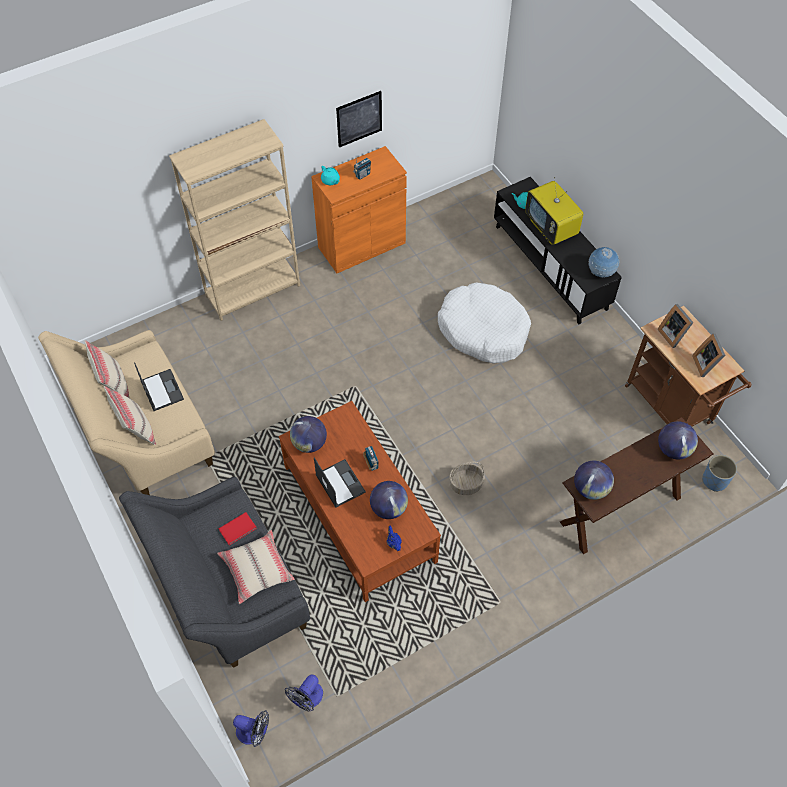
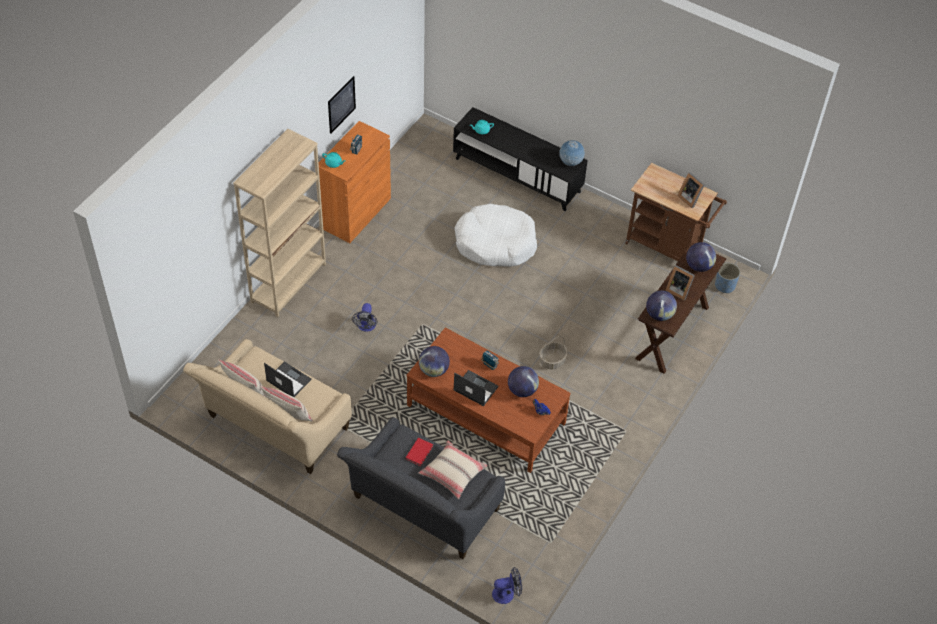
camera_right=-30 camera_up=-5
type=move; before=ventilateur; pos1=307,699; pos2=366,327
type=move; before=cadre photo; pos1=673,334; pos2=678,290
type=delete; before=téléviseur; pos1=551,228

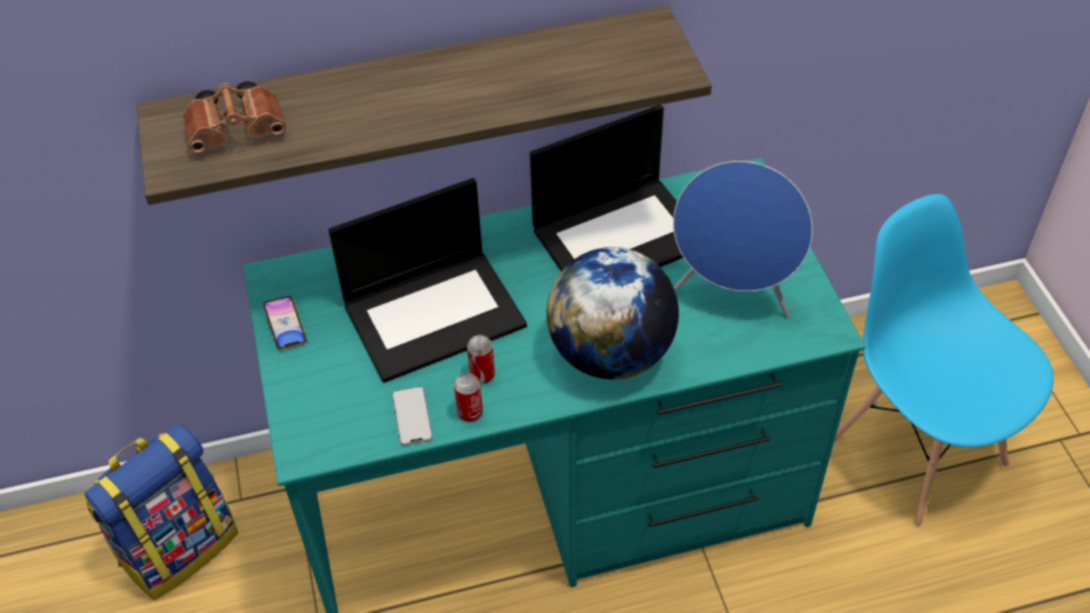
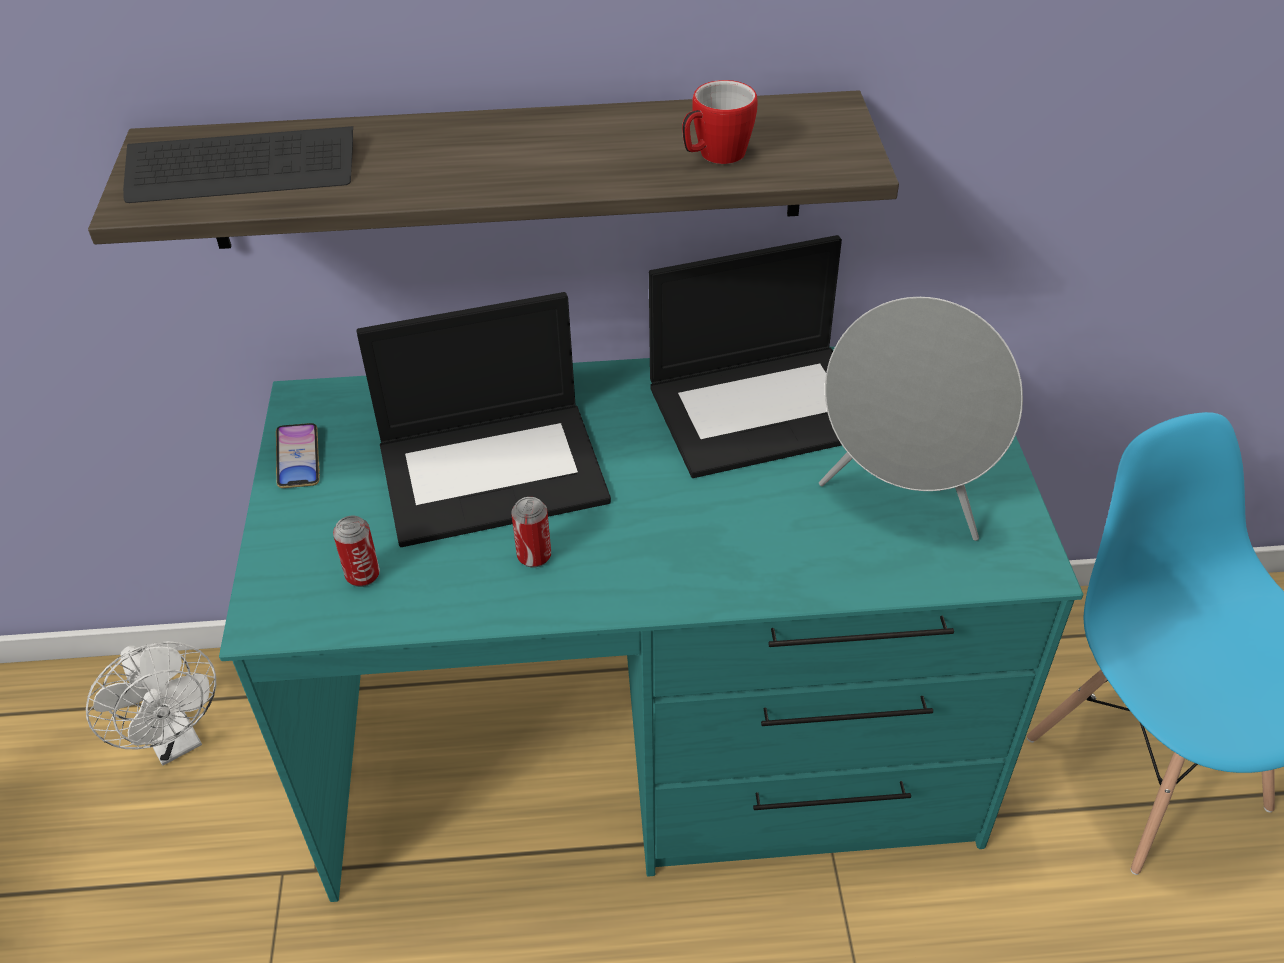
camera_right=10 camera_up=-5
type=replace; before=sac à dos; after=ventilateur (blanc); pos1=179,546; pos2=176,740
type=replace; before=jumelles (marron); after=clavier; pos1=239,130; pos2=242,170
type=move; before=boîte métallique; pos1=470,412; pos2=363,575
type=insert; after=mug; pos2=715,156
type=recolor; before=enceinte (bleu); after=enceinte (gris); pos1=733,294; pos2=903,500
type=delete; before=téléphone; pos1=412,416
type=delete; before=globe; pos1=611,353

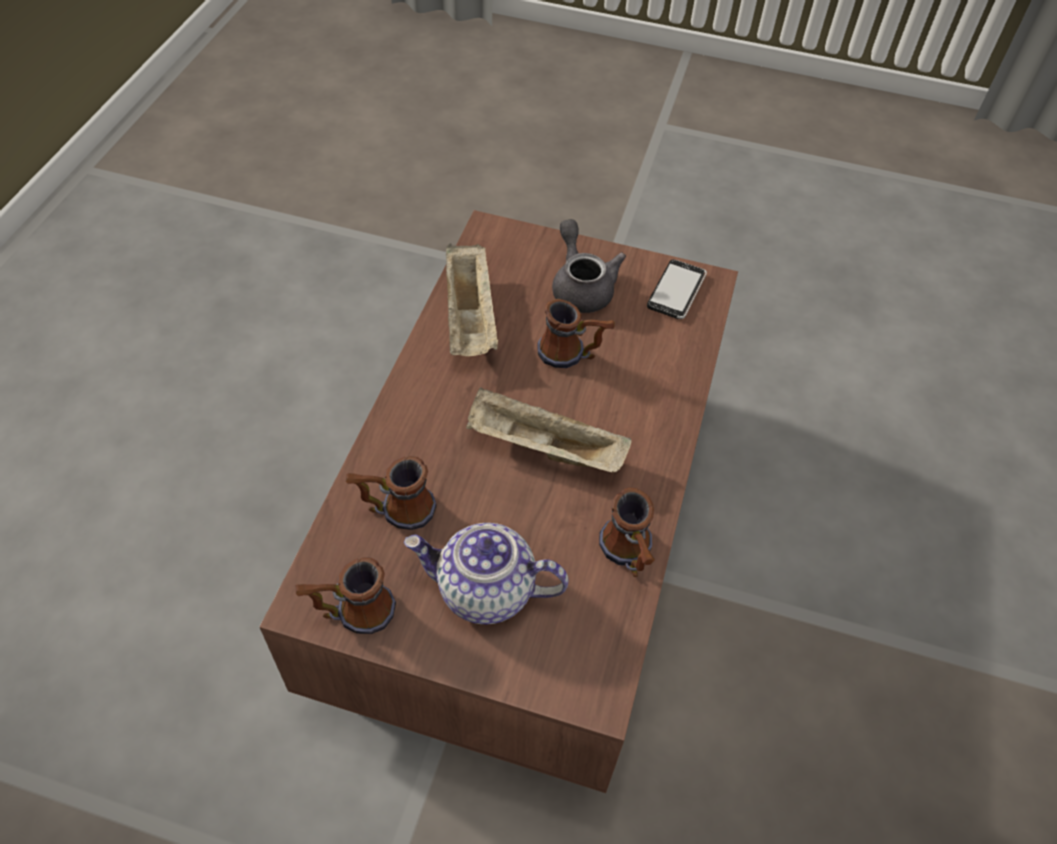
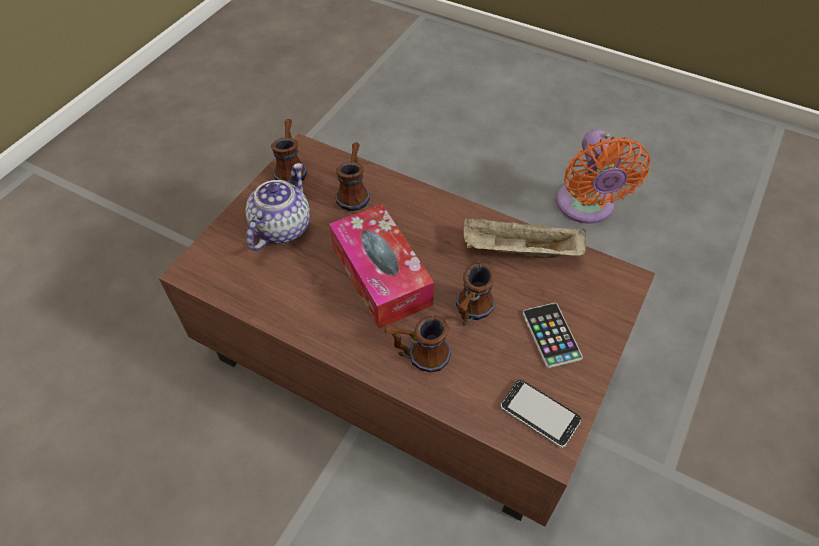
camera_right=105 camera_up=0
type=replace; before=plateau (beige); after=boîte à mouchoirs; pos1=542,449; pos2=381,275
type=move; before=mug; pos1=628,556; pos2=418,355
type=replace; before=théière (gris); after=téléphone; pos1=581,286; pos2=551,335
type=insert; after=ventilateur (orange); pos2=586,207

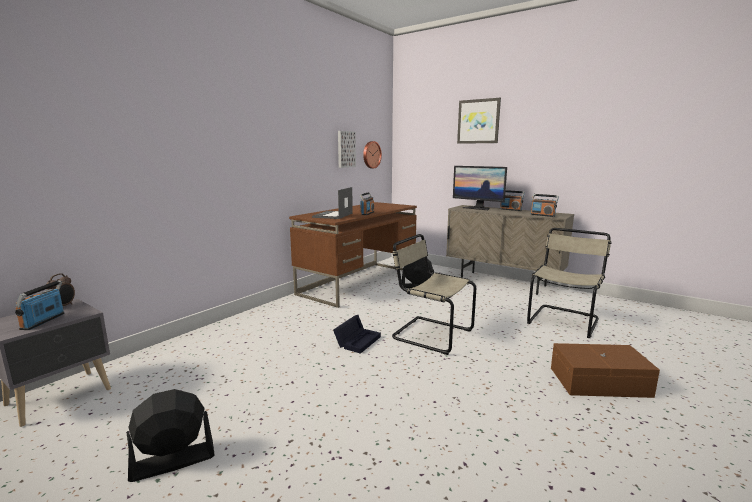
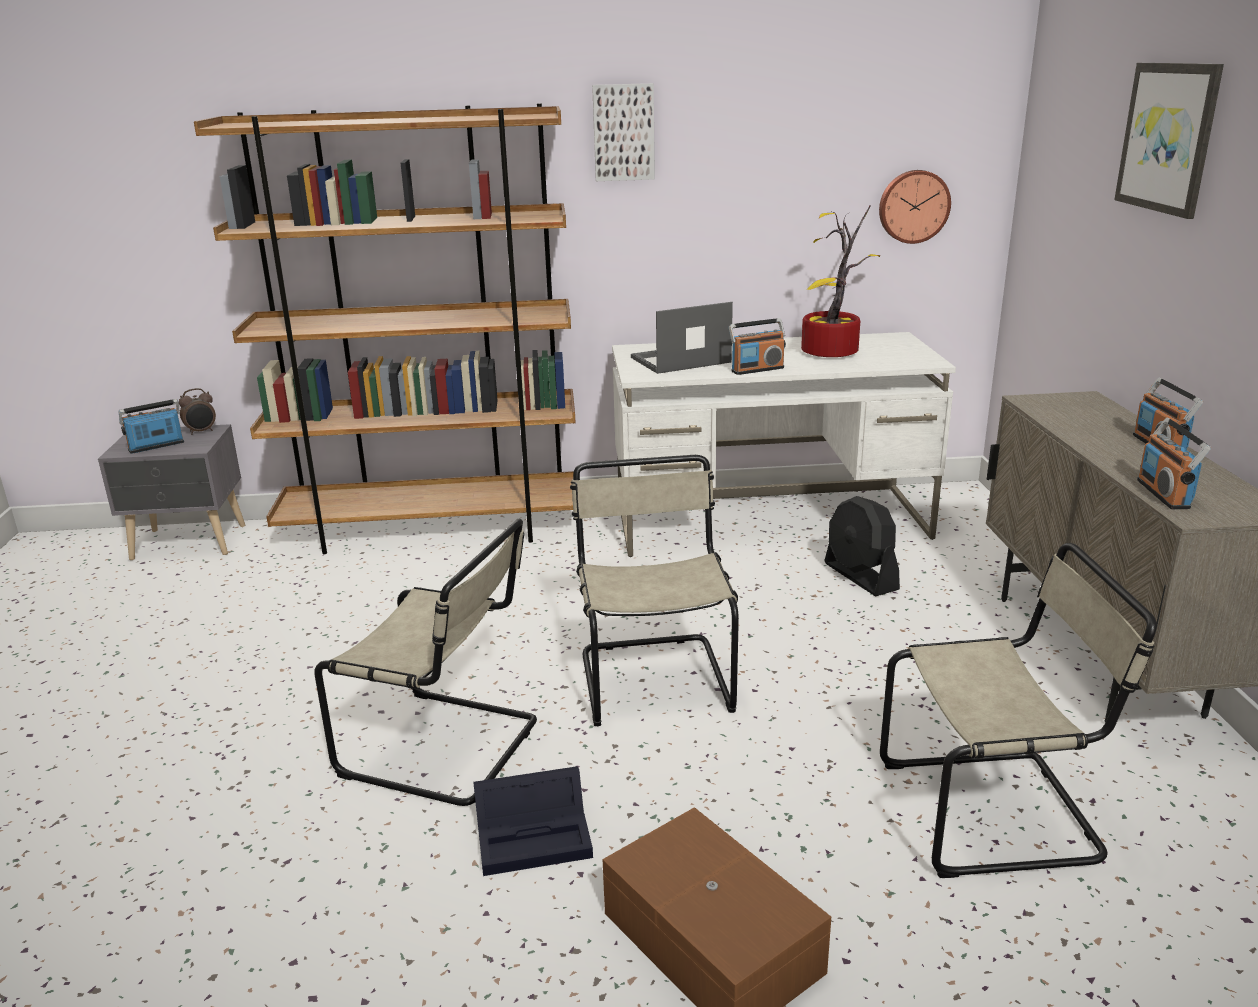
camera_right=50 camera_up=10
type=insert; after=bibliothèque (marron); pos2=433,529
type=insert; after=chaise (beige); pos2=447,748
type=move; before=boîte de rangement (noir); pos1=358,340; pos2=537,836
type=move; before=tableau; pos1=345,149; pos2=623,132
type=recolor; before=bureau (marron); after=bureau (blanc); pos1=360,282; pos2=771,521
type=insert; after=plante en pot; pos2=832,354
type=delete; before=ventilateur (noir); pos1=172,461
type=delete; before=écran d'ordinateur; pos1=478,208

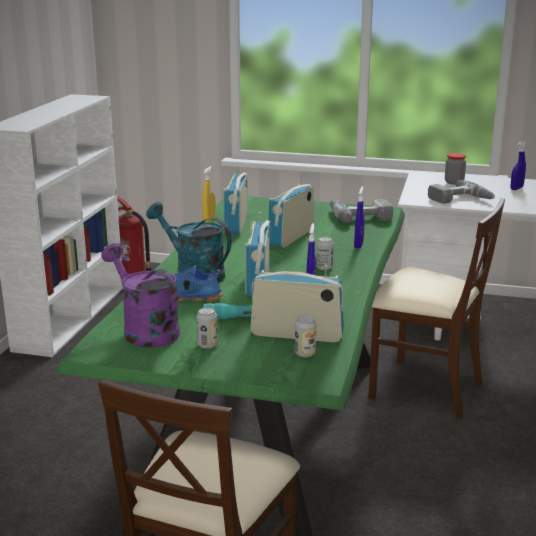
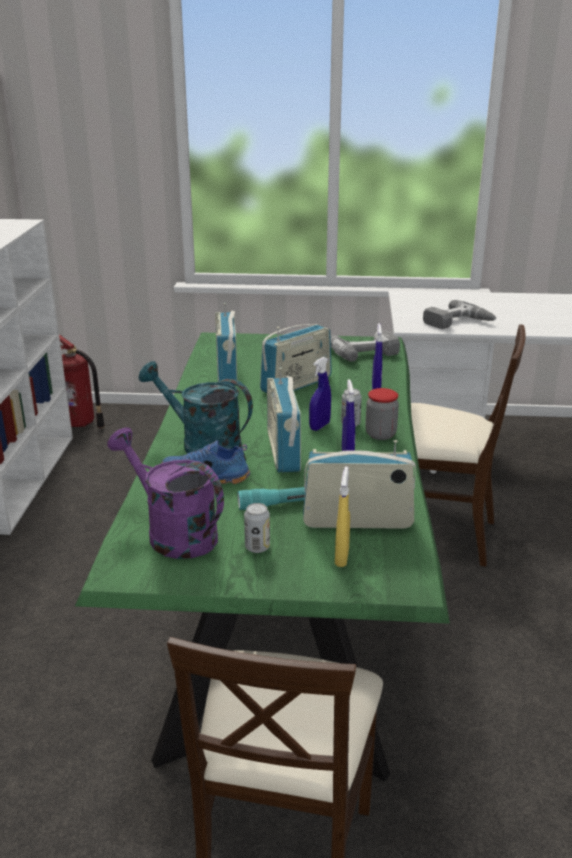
camera_right=-10 camera_up=5
type=rotate; before=radio; pos1=291,237; pos2=296,385; turn=-150
type=move; before=vaporisateur (bleu); pos1=516,188; pos2=319,426
type=move; before=vaporisateur (jaune); pos1=209,220; pos2=341,557
type=move; before=bocal; pos1=454,182; pos2=380,434
type=delete; before=boîte métallique; pos1=305,353

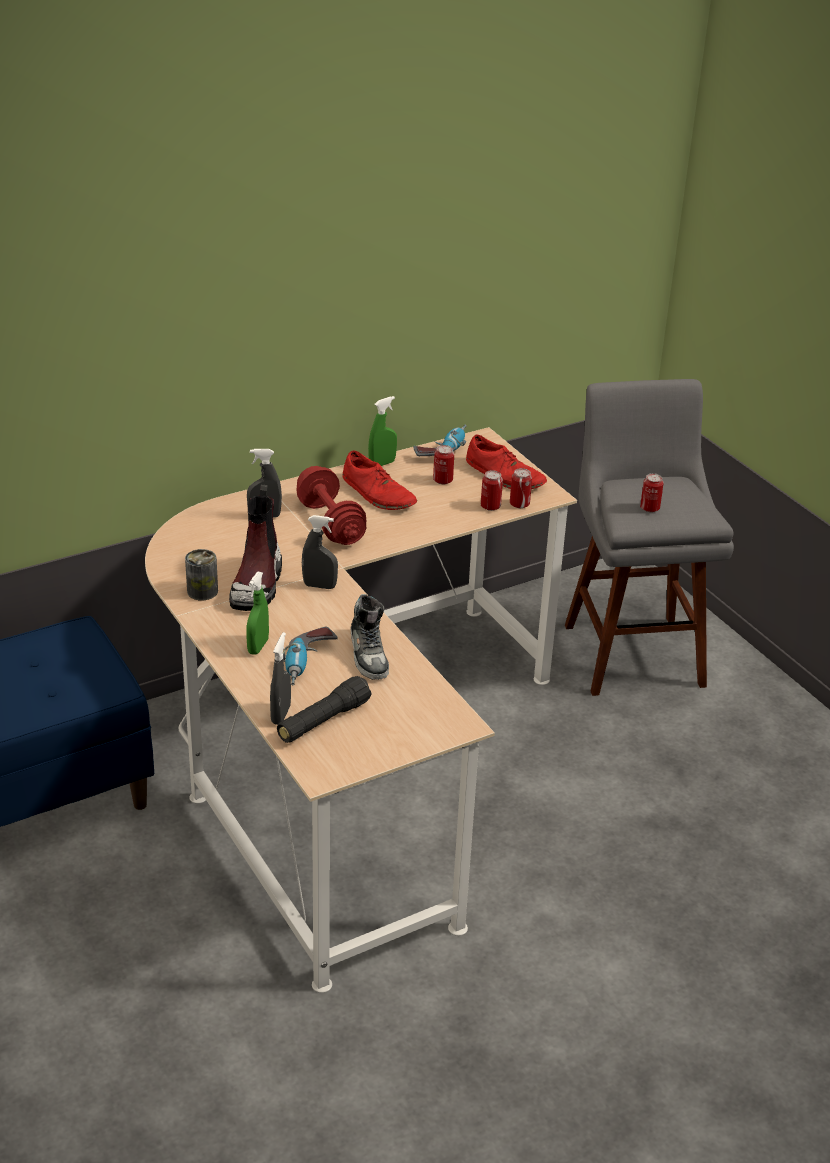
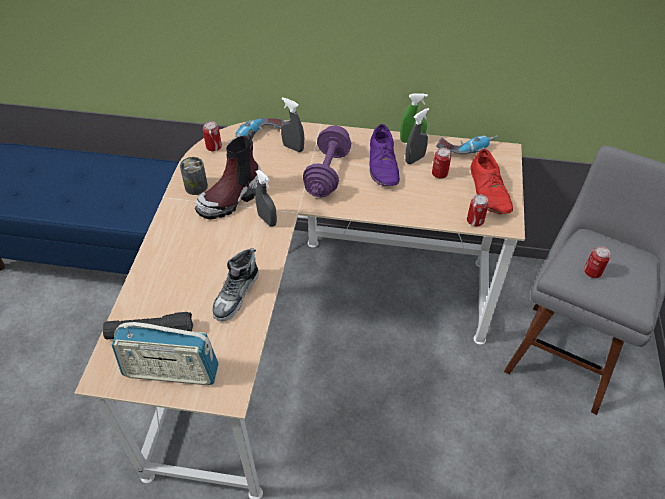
camera_right=40 camera_up=15
type=insert; after=radio; pos2=171,372
type=move; before=boîte métallique; pos1=490,506; pos2=214,147
type=move; before=perceuse; pos1=308,665; pos2=256,137
type=recolor; before=haltère (rouge); after=haltère (violet); pos1=330,523; pos2=327,173
type=recolor; before=chaussure (rouge); after=chaussure (violet); pos1=378,494; pos2=383,164
type=move; before=vaporisateur (gris); pos1=281,714; pos2=415,159
type=delete; before=vaporisateur (vert); pos1=258,646

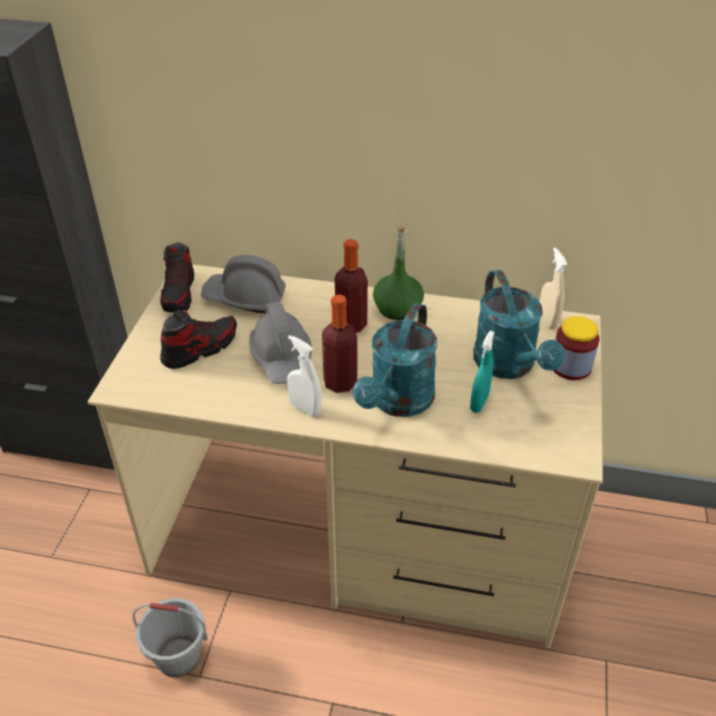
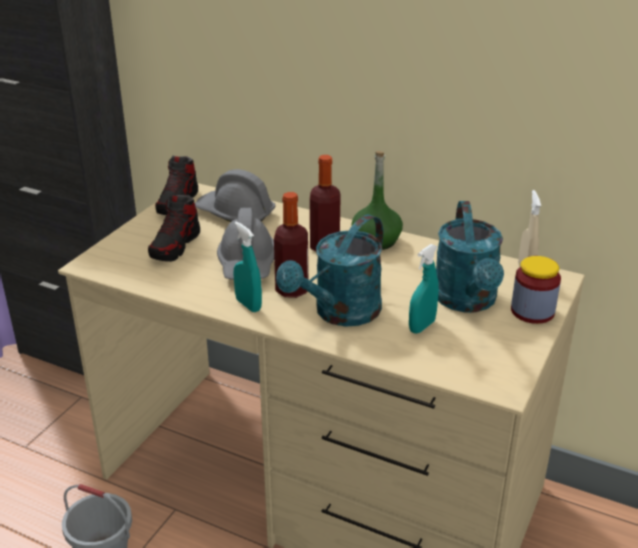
camera_right=15 camera_up=-10
type=rotate; before=chaussure; pos1=200,348; pos2=175,246; turn=135
type=recolor; before=vaporisateur (blanc); after=vaporisateur (turquoise); pos1=305,409; pos2=248,305

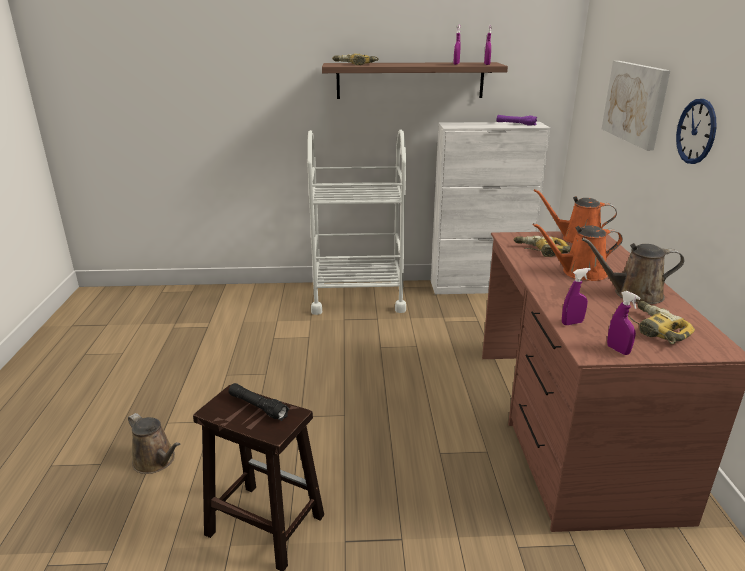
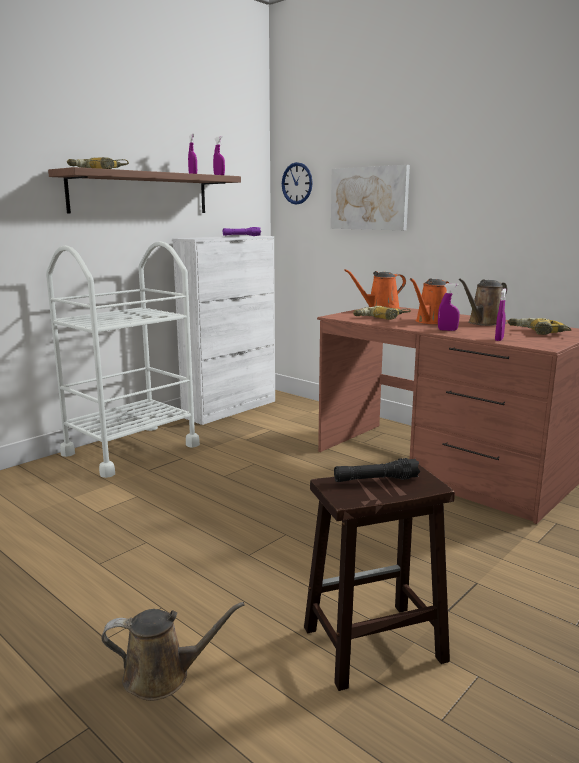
camera_right=-45 camera_up=-10
type=move; before=horloge murale; pos1=696,131; pos2=297,183
type=move; before=vaporisateur (violet); pos1=618,350; pos2=447,330

